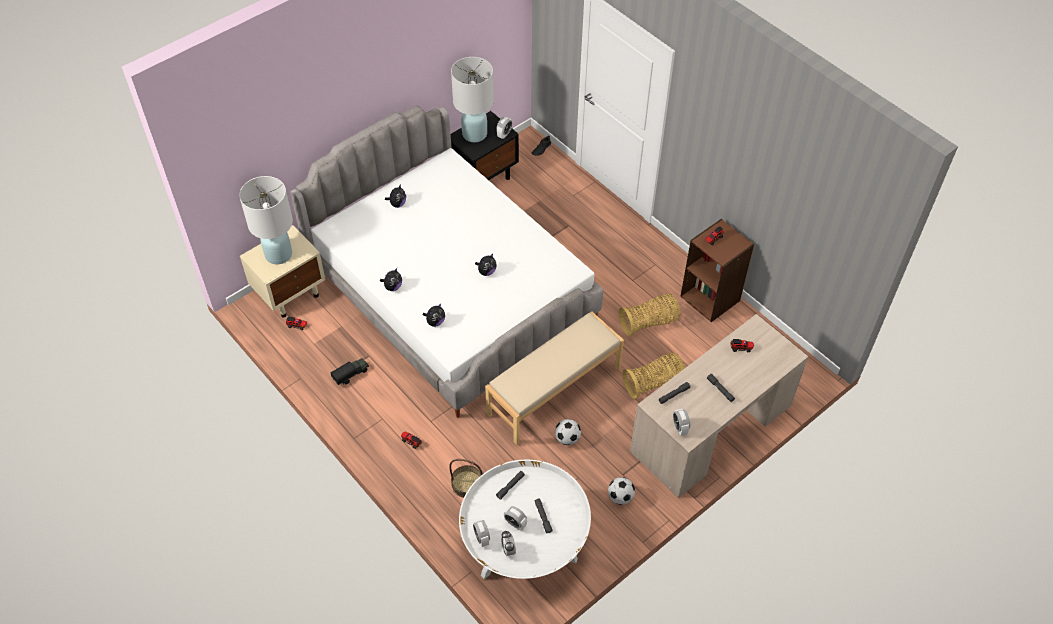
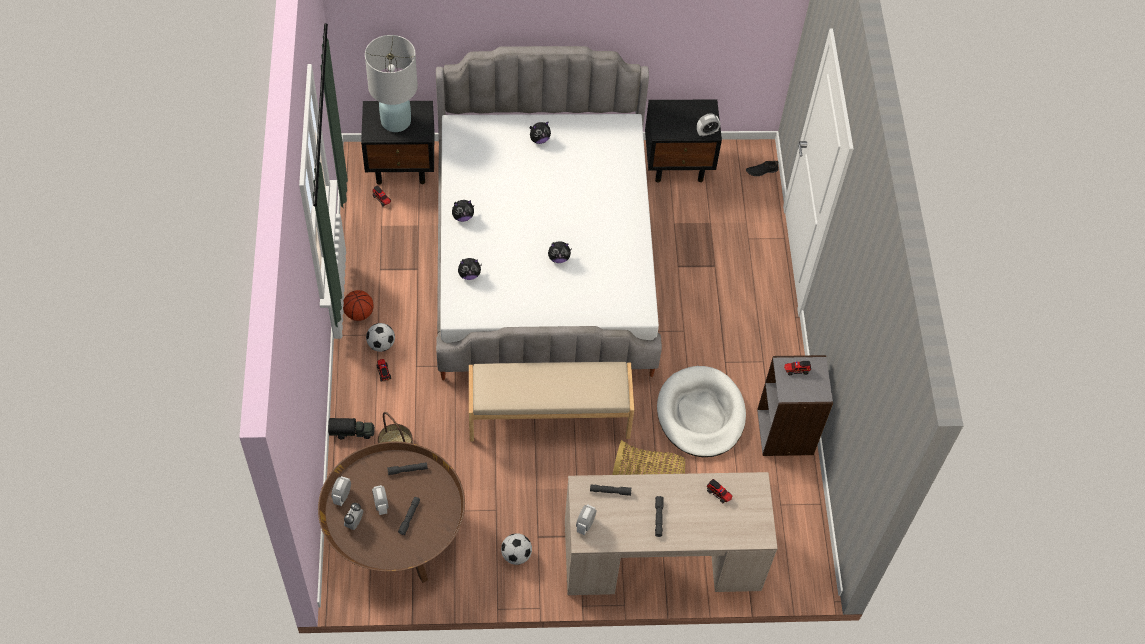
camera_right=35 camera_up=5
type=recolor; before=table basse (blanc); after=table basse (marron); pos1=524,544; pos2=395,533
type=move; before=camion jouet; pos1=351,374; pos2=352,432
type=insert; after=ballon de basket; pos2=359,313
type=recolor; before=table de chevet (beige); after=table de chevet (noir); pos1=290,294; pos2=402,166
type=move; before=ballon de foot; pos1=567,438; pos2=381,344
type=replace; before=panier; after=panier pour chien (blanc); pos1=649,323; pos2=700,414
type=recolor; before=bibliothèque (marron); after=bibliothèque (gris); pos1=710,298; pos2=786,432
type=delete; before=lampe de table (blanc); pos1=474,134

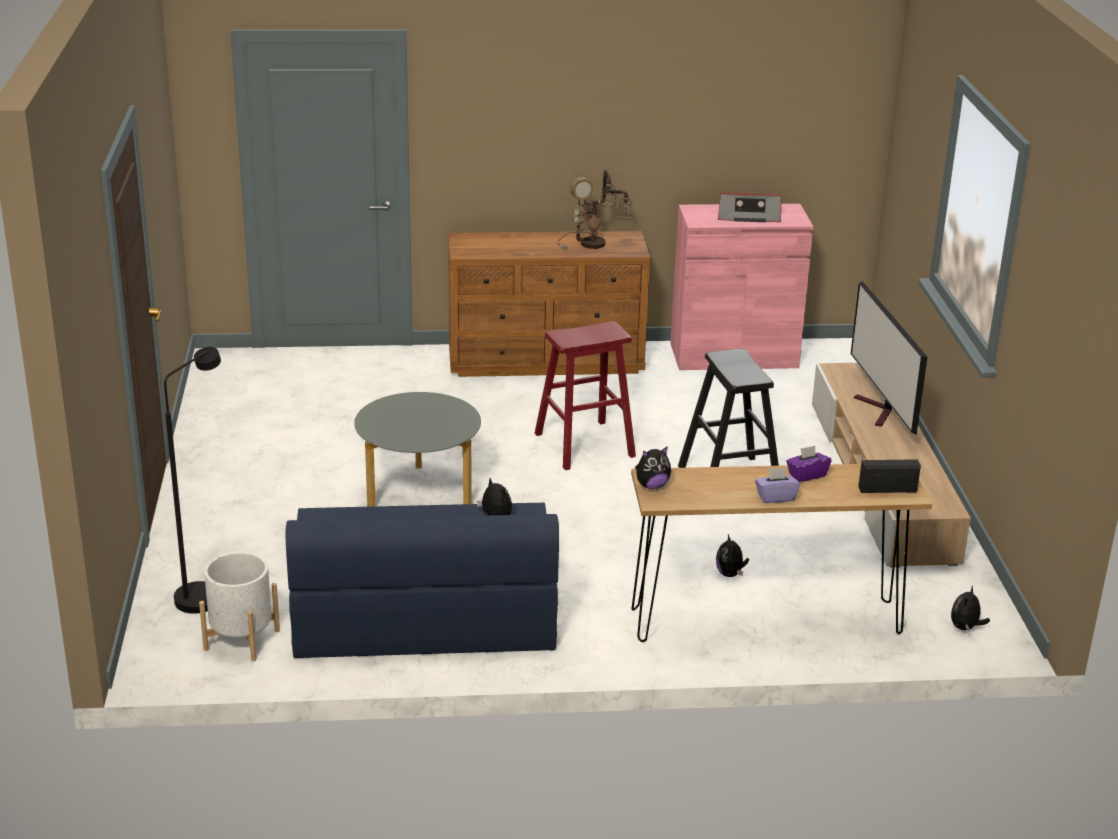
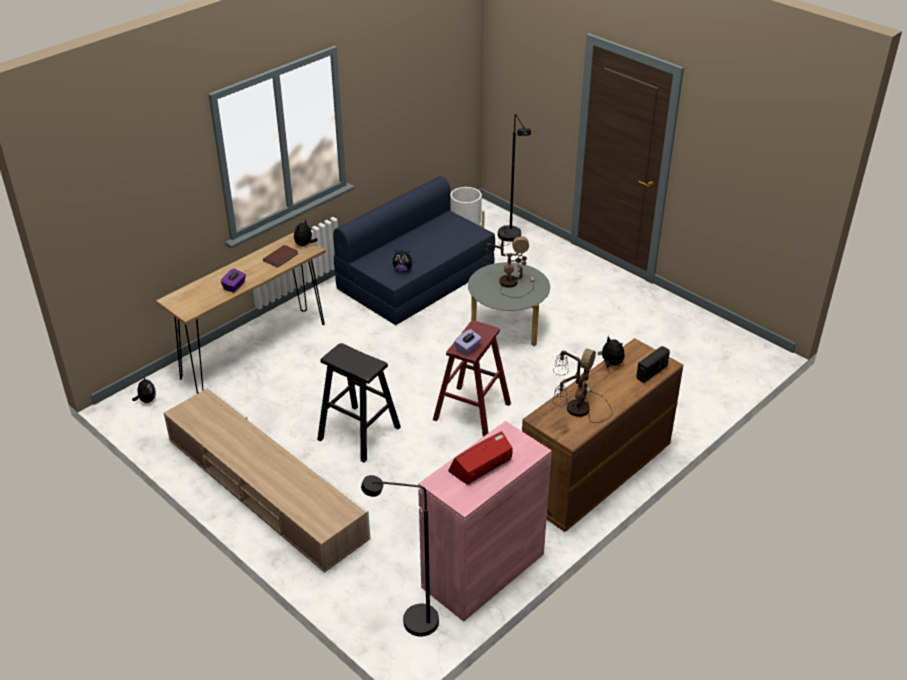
camera_right=140 camera_up=10
type=insert; after=livre (marron); pos2=281,257
type=insert; after=lampadaire (noir); pos2=410,621
type=move; before=boîte à mouchoirs (violet); pos1=775,497; pos2=468,348
type=insert; after=lampe de table; pos2=507,282
type=move; before=peluche; pos1=730,574; pos2=611,363
type=move; before=radio; pos1=887,489; pos2=652,372
type=delete; before=téléviseur; pos1=879,411

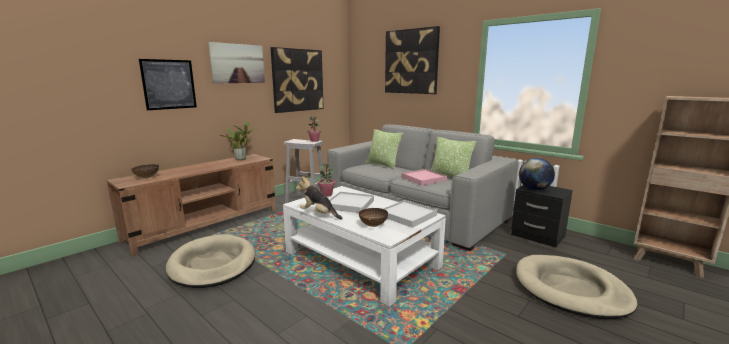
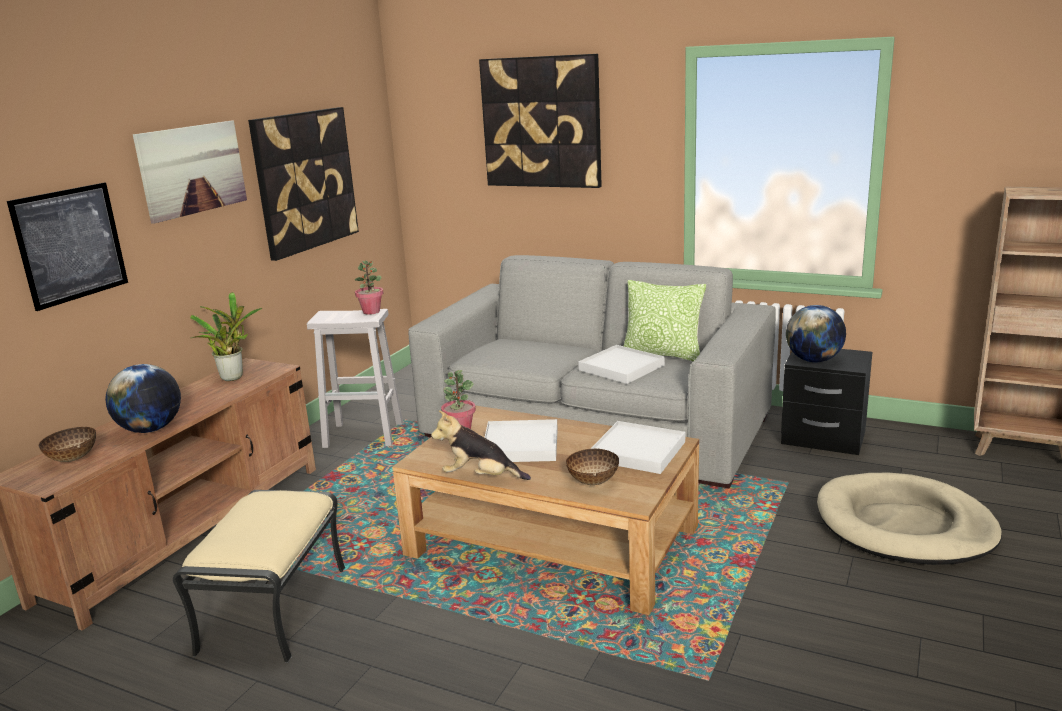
camera_right=-15 camera_up=5
type=insert; after=globe; pos2=151,429
type=replace; before=panier pour chien (beige); after=pouf (beige); pos1=213,264; pos2=275,610
type=recolor; before=table basse (blanc); after=table basse (marron); pos1=361,259; pos2=553,542
type=recolor; before=plateau (rose); after=plateau (blanc); pos1=423,179; pos2=621,367
type=delete; before=coussin; pos1=383,165

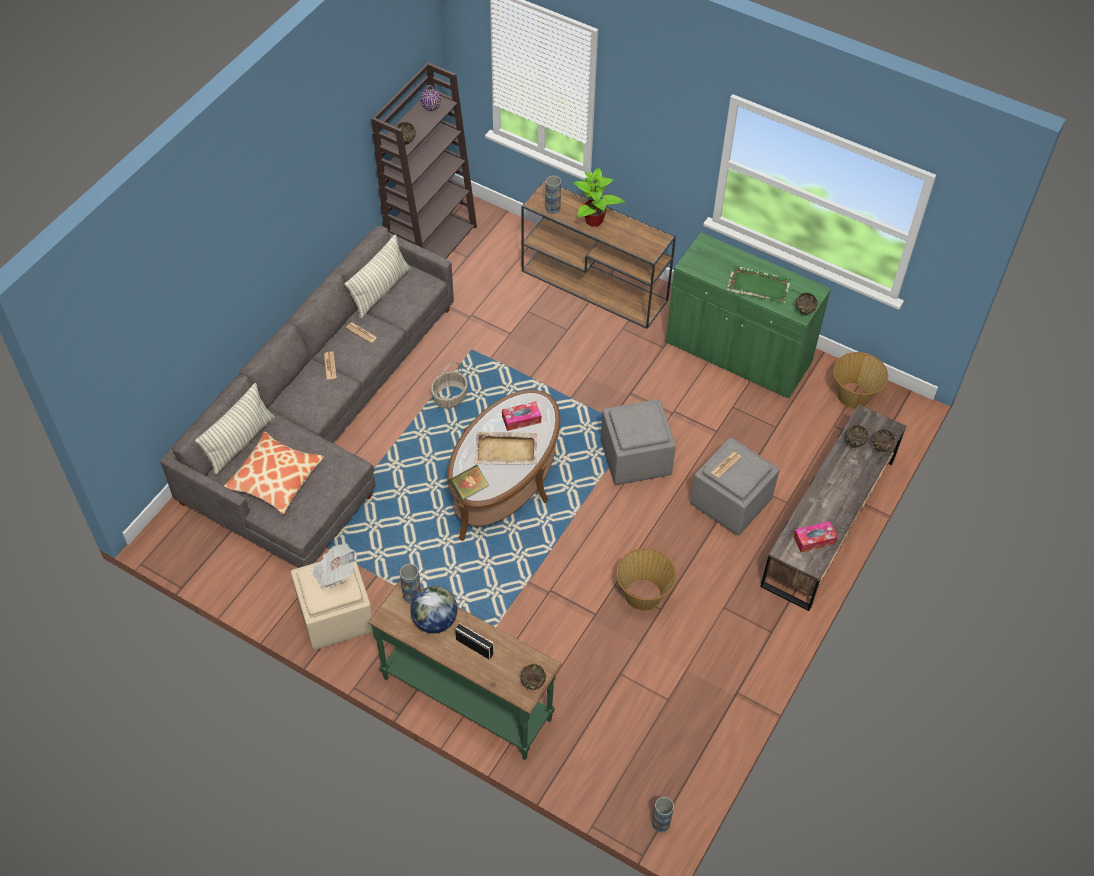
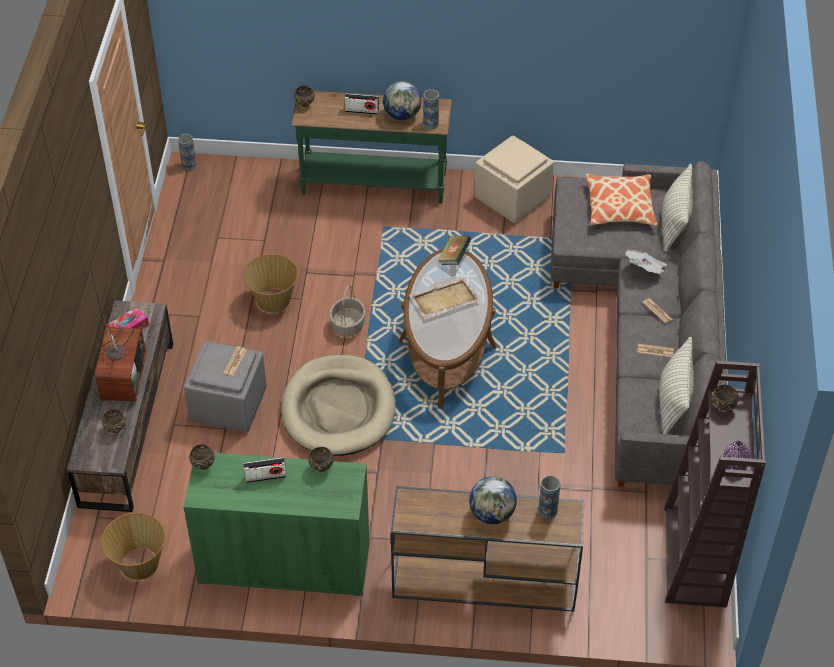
camera_right=155 camera_up=-5
type=insert; after=téléviseur; pos2=122,378
type=replace; before=plateau (vert); after=radio; pos1=757,286; pos2=265,477
type=replace; before=pouf (gris); after=panier pour chien (beige); pos1=635,459; pos2=338,409
type=move; before=bol (marron); pos1=880,448; pos2=321,468
type=move; before=panier; pos1=450,397; pos2=348,325
type=replace; before=plante en pot; after=globe; pos1=594,221; pos2=492,513
type=move; before=journal; pos1=334,572; pos2=646,269
type=delete; before=boîte à mouchoirs; pos1=521,419

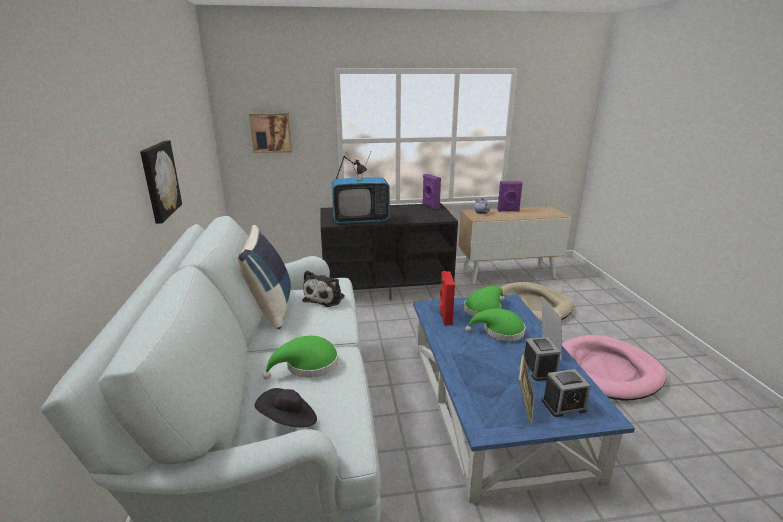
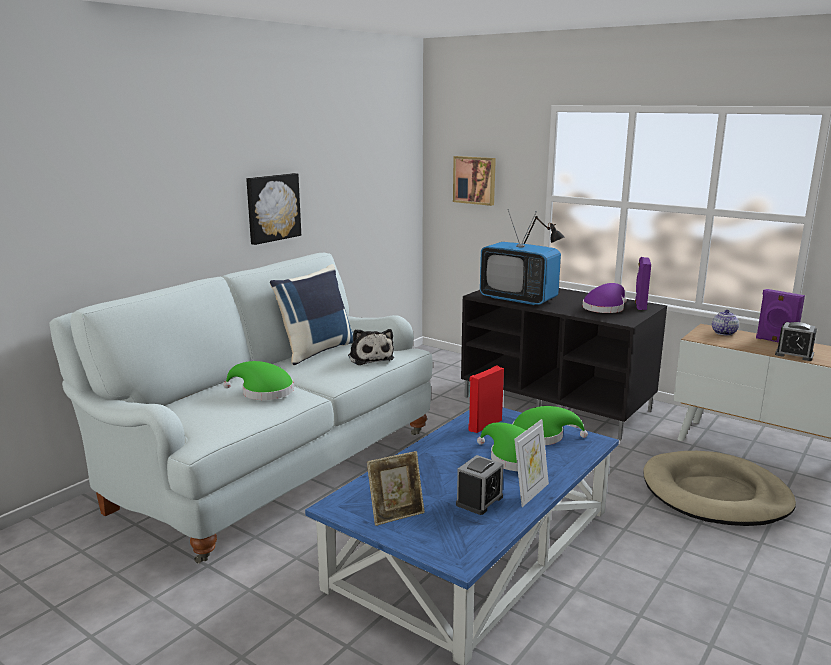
camera_right=45 camera_up=-5
type=rotate; before=peluche; pos1=326,298; pos2=370,357; turn=-90
type=insert; after=chapeau (violet); pos2=604,308
type=move; before=réveil; pos1=563,405; pos2=794,354
type=delete; before=chapeau (noir); pos1=288,421
type=delete; before=panier pour chien (rose); pos1=606,371

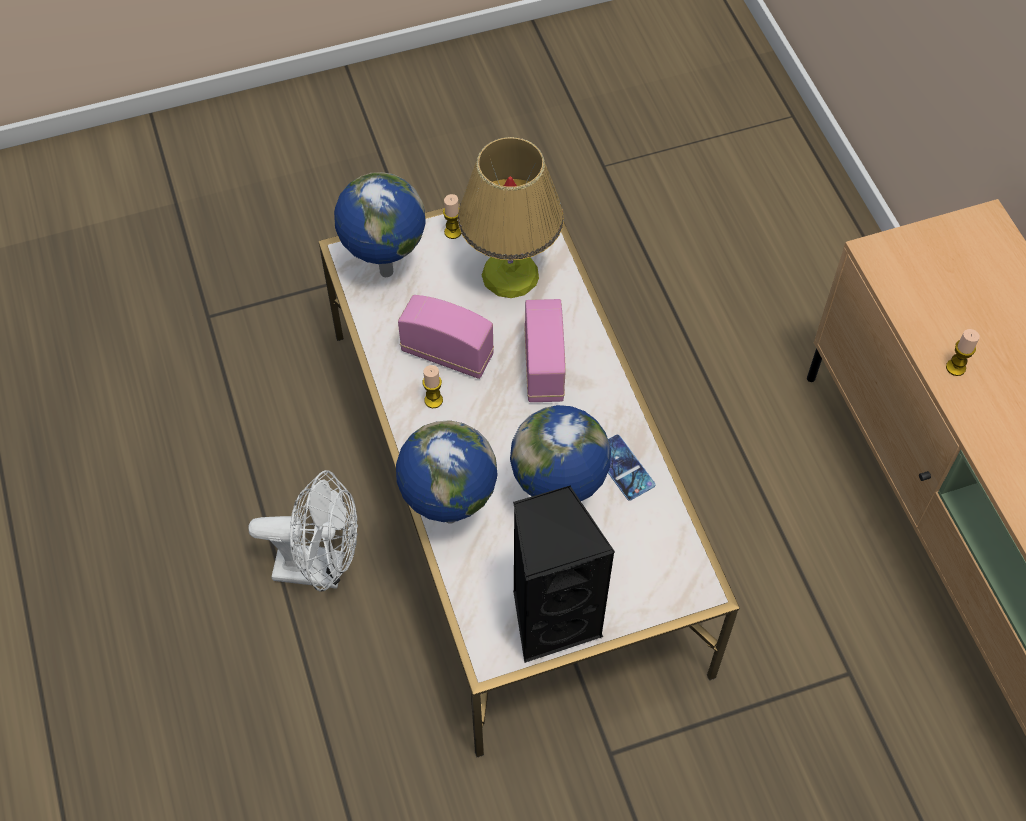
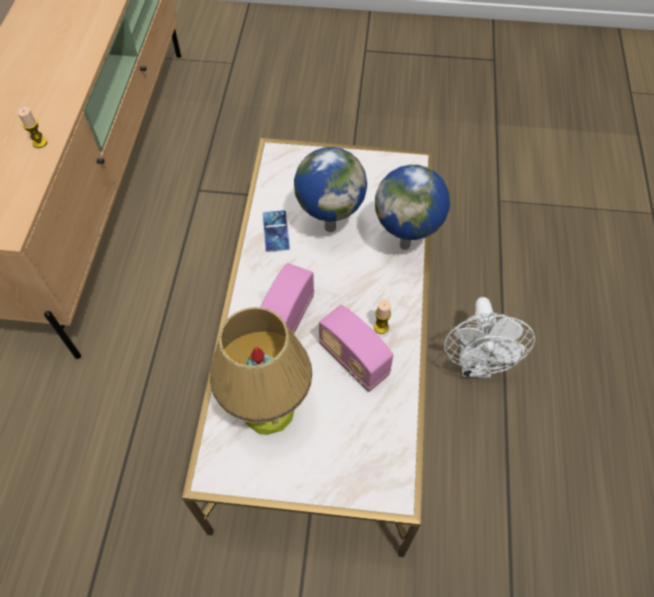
camera_right=-155 camera_up=0
type=rotate; before=ventilateur (blanc); pos1=321,568; pos2=475,364; turn=-120
type=delete; before=globe; pos1=384,272
type=delete; before=bougie; pos1=452,232
type=delete; before=enceinte (noir); pos1=552,617

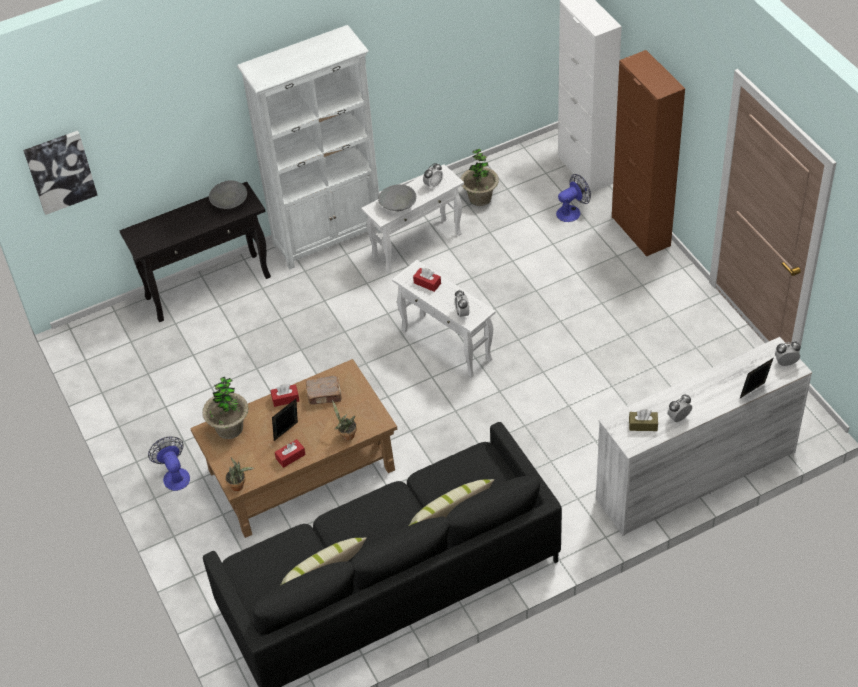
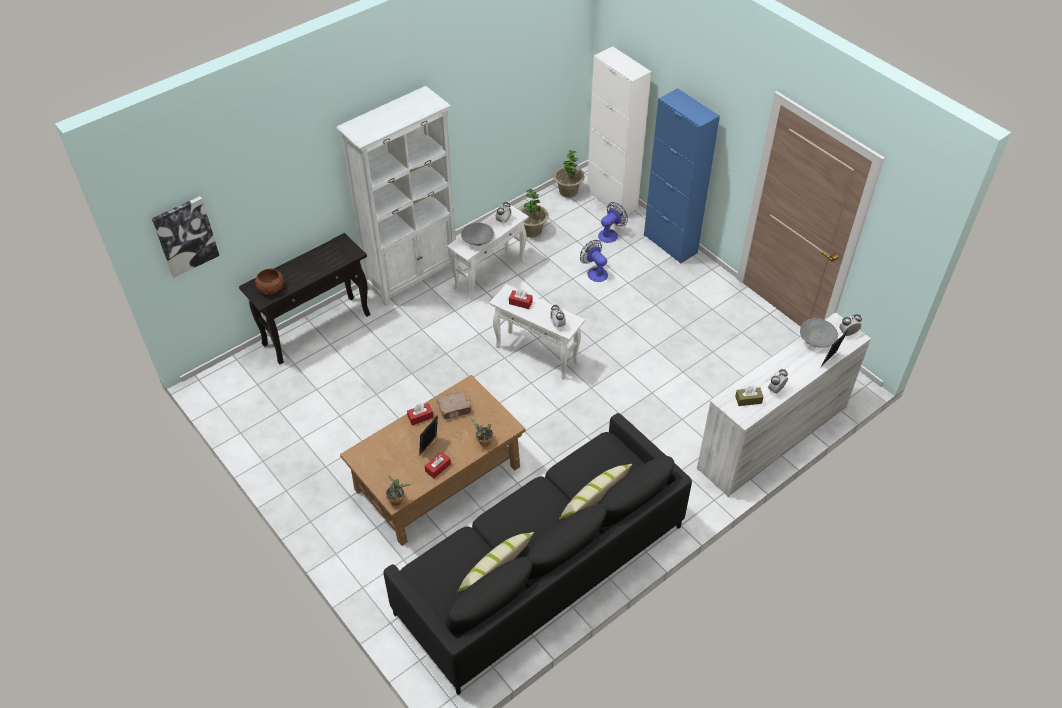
camera_right=-15 camera_up=0
type=insert; after=bol (marron); pos2=271,288
type=move; before=plante en pot; pos1=230,428; pos2=568,191
type=move; before=ventilateur; pos1=174,475; pos2=594,272
type=recolor; before=meuble de rangement (marron); after=meuble de rangement (bleu); pos1=640,231; pos2=670,244
type=move; before=bol (gris); pos1=229,202; pos2=816,340

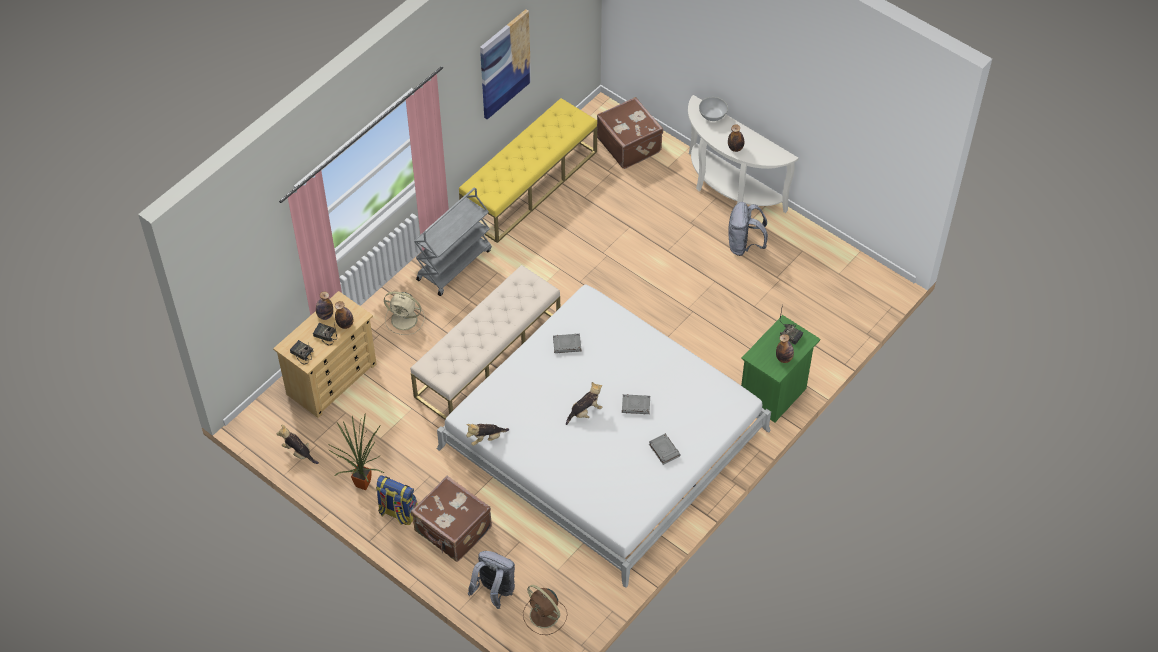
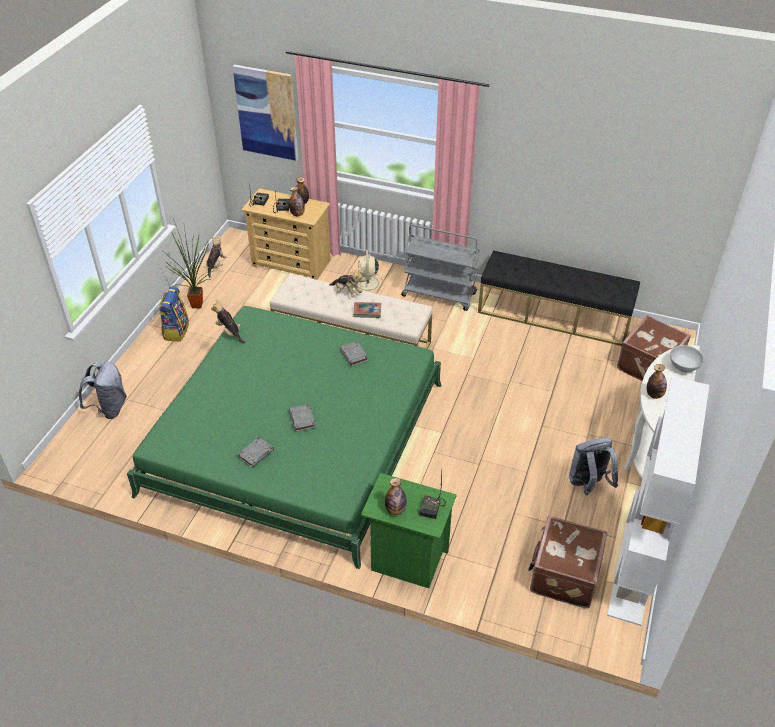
camera_right=70 camera_up=-10
type=recolor; before=lit (blanc); after=lit (vert); pos1=604,439; pos2=296,437
type=move; before=tableau; pos1=504,64; pos2=267,113
type=move; before=peluche; pos1=585,412; pos2=347,292
type=insert; after=livre; pos2=367,311
type=recolor; before=banc (jaune); after=banc (noir); pos1=530,184; pos2=554,315
type=move; before=valise (marron); pos1=452,531; pos2=563,575
type=insert; after=bibliothèque (blanc); pos2=633,572
type=delete; before=ventilateur (marron); pos1=545,616

